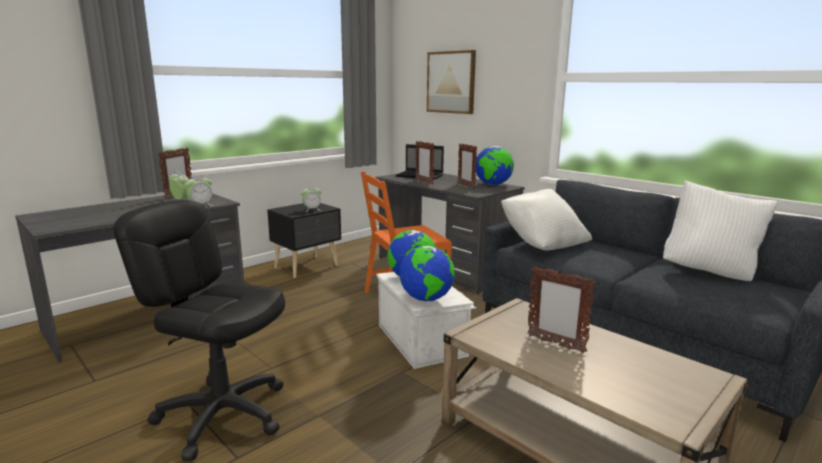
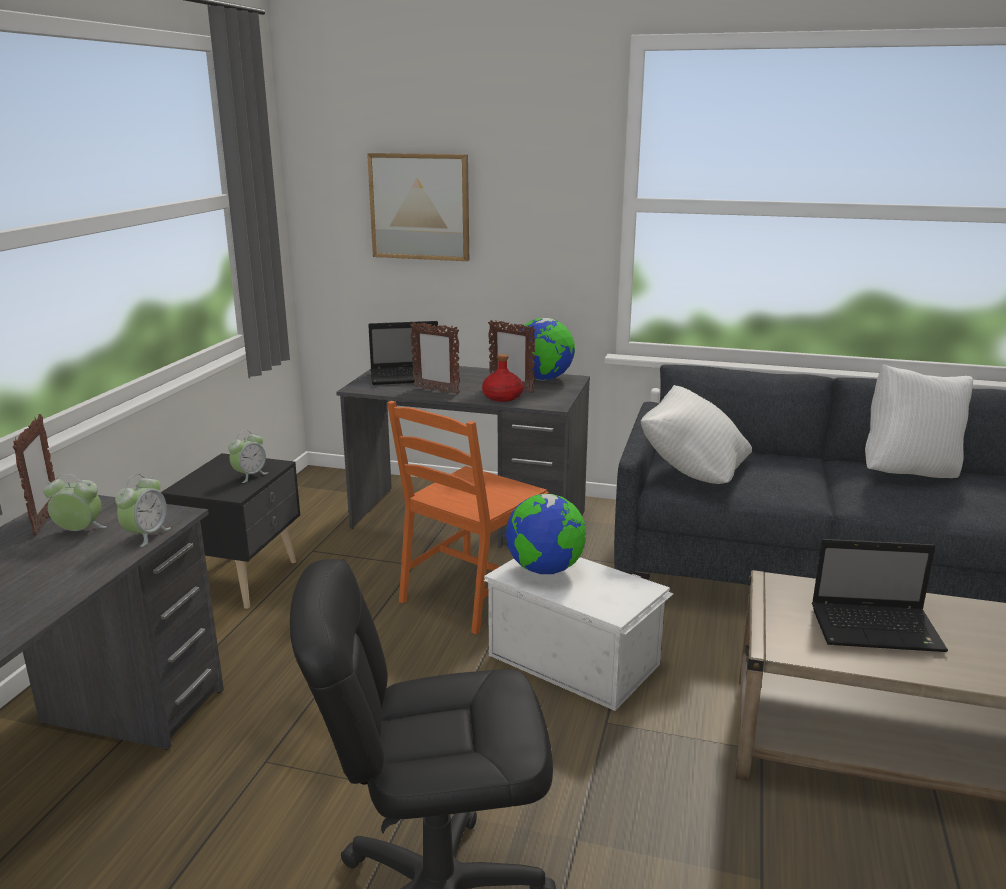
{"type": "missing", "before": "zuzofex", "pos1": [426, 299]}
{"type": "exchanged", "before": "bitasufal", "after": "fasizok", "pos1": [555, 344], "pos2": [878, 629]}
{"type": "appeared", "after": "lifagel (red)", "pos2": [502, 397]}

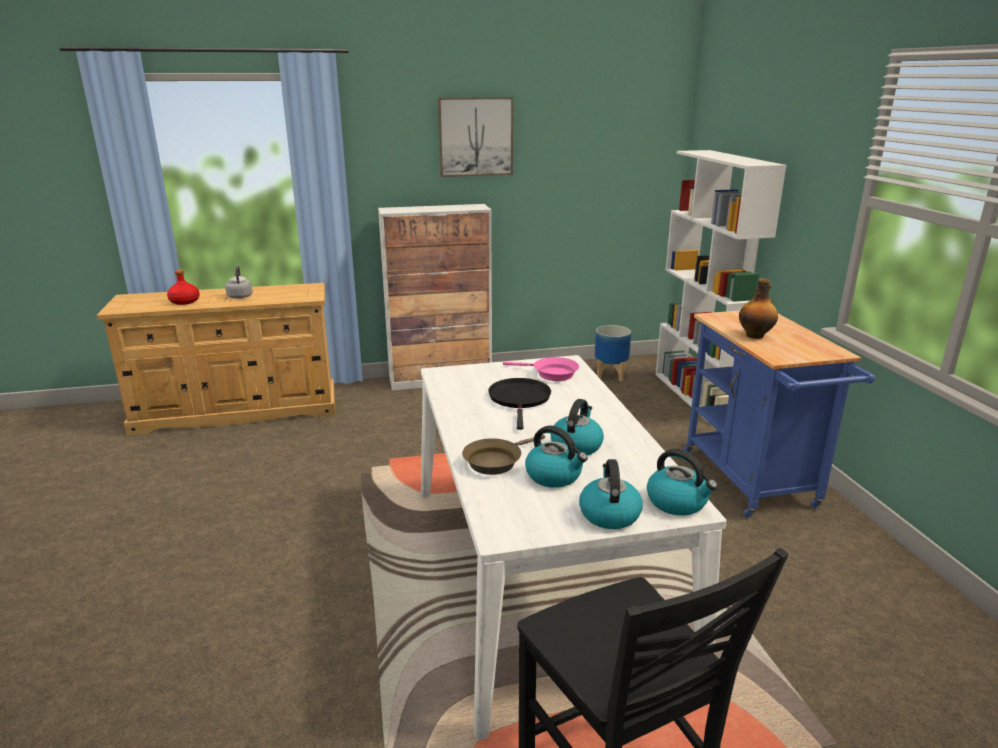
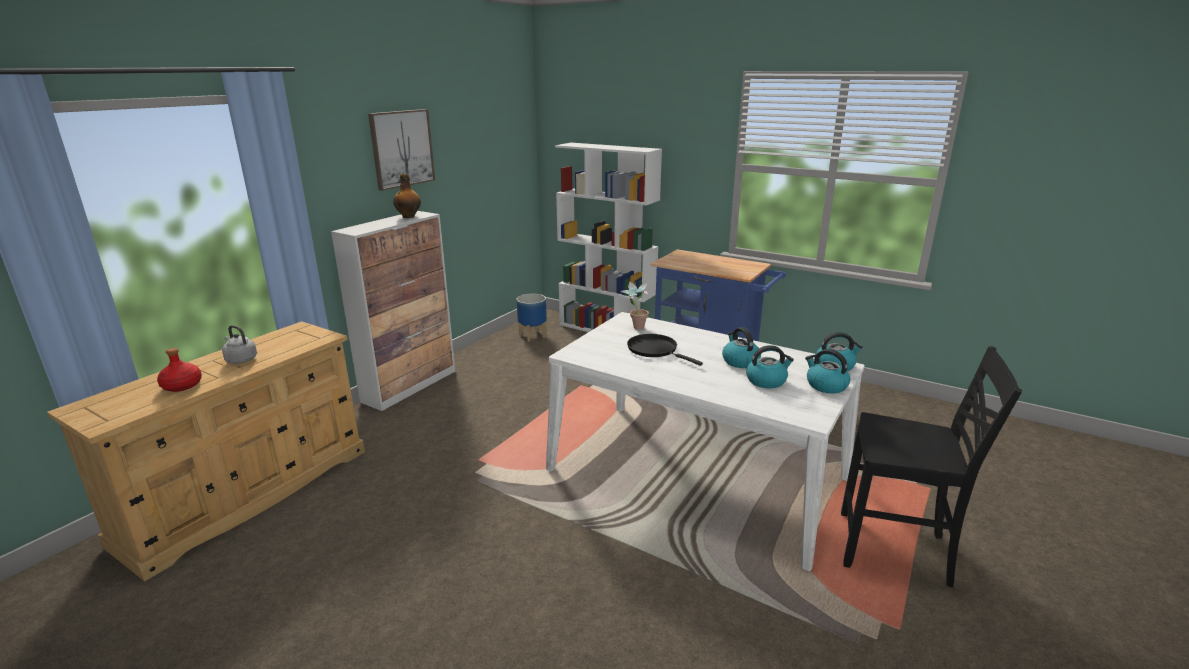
{"type": "missing", "before": "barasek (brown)", "pos1": [496, 461]}
{"type": "exchanged", "before": "barasek (pink)", "after": "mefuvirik", "pos1": [551, 374], "pos2": [635, 328]}
{"type": "relocated", "before": "lifagel", "pos1": [755, 336], "pos2": [409, 216]}

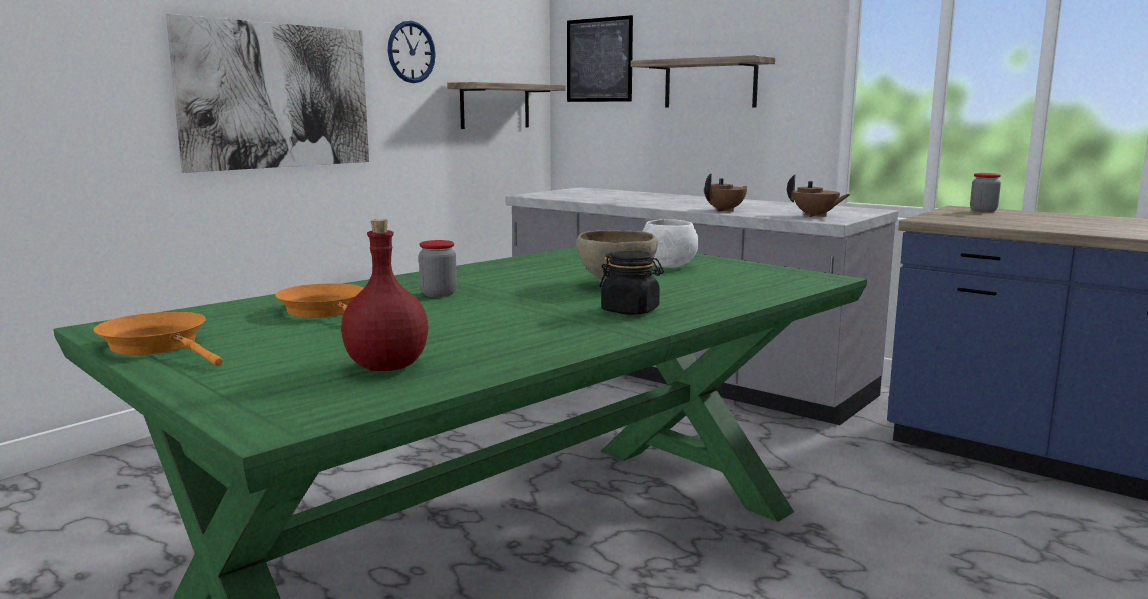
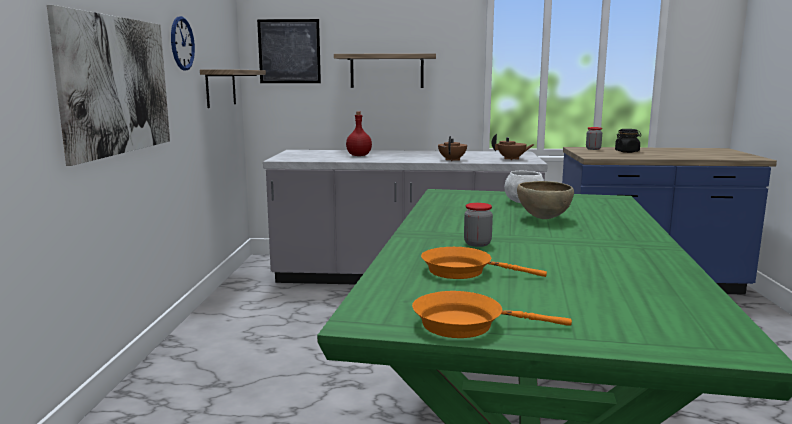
{"type": "relocated", "before": "lifagel (red)", "pos1": [385, 367], "pos2": [358, 156]}
{"type": "relocated", "before": "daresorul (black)", "pos1": [630, 311], "pos2": [627, 151]}

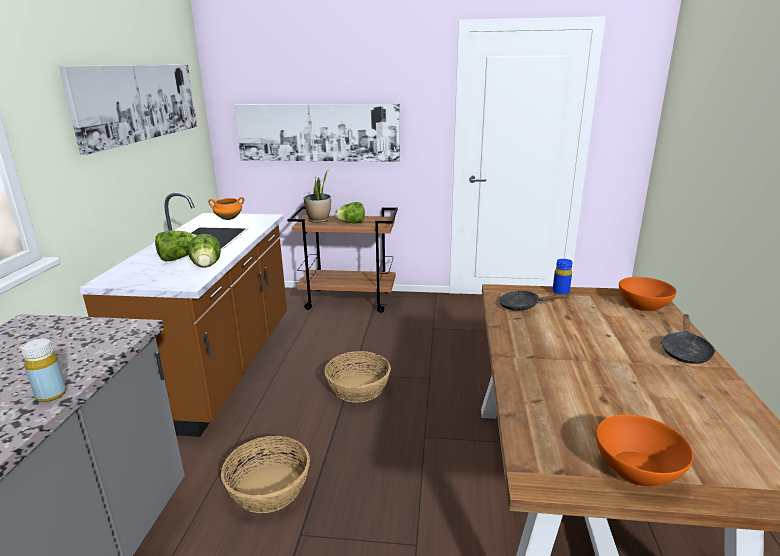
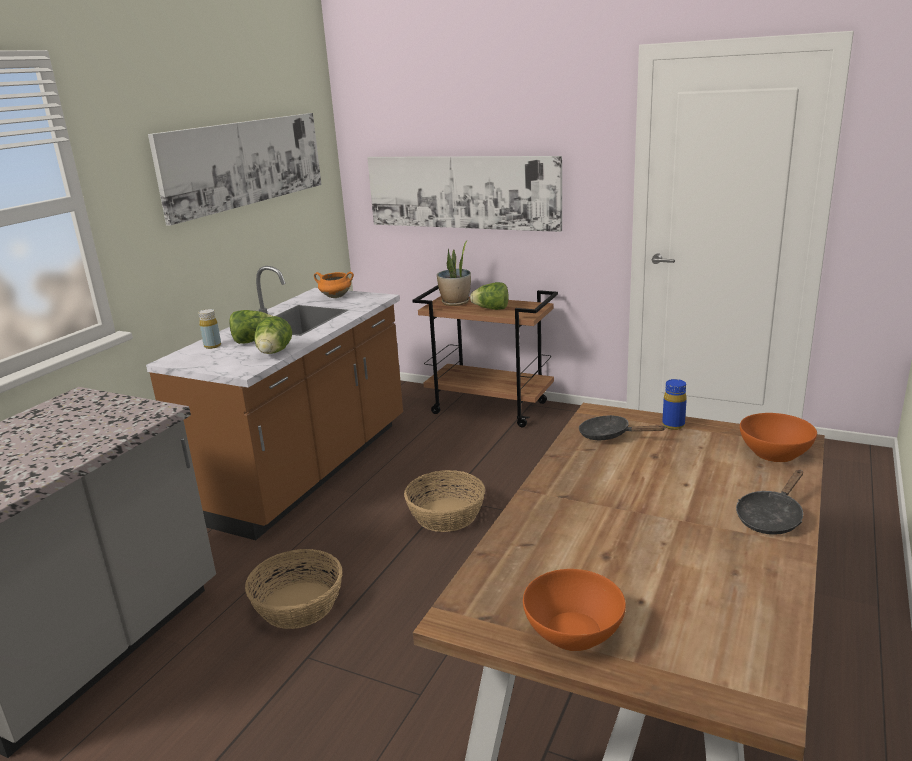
{"type": "relocated", "before": "lifagel (yellow)", "pos1": [51, 395], "pos2": [212, 346]}

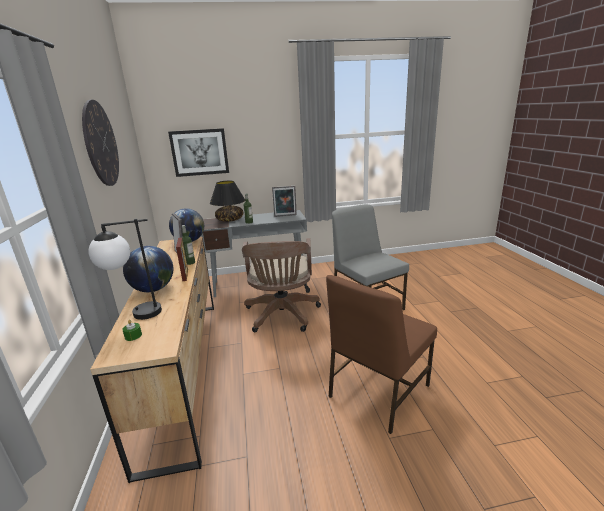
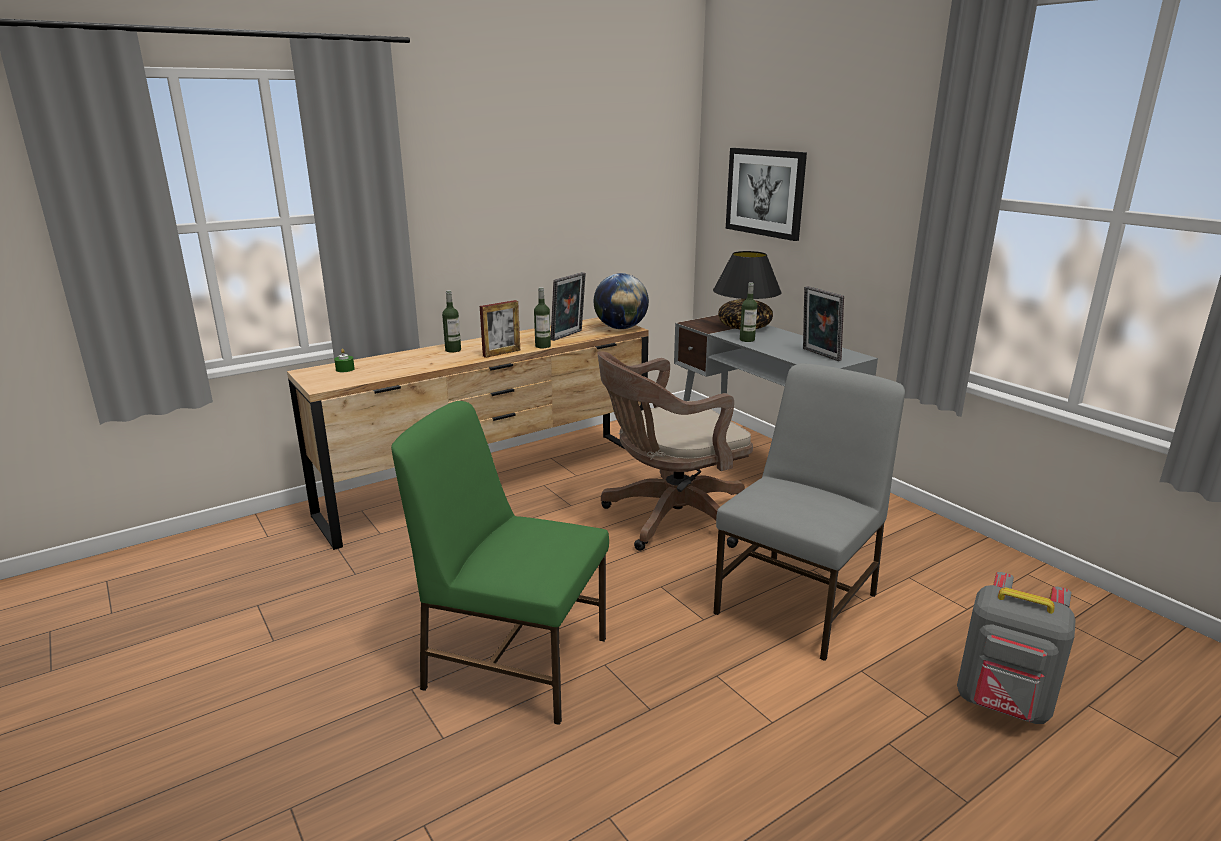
{"type": "missing", "before": "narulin", "pos1": [101, 144]}
{"type": "missing", "before": "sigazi", "pos1": [135, 314]}
{"type": "exchanged", "before": "zuzofex", "after": "lifagel", "pos1": [153, 289], "pos2": [453, 350]}
{"type": "colour", "before": "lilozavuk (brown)", "after": "lilozavuk (green)", "pos1": [377, 391], "pos2": [514, 661]}
{"type": "appeared", "after": "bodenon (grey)", "pos2": [1002, 705]}

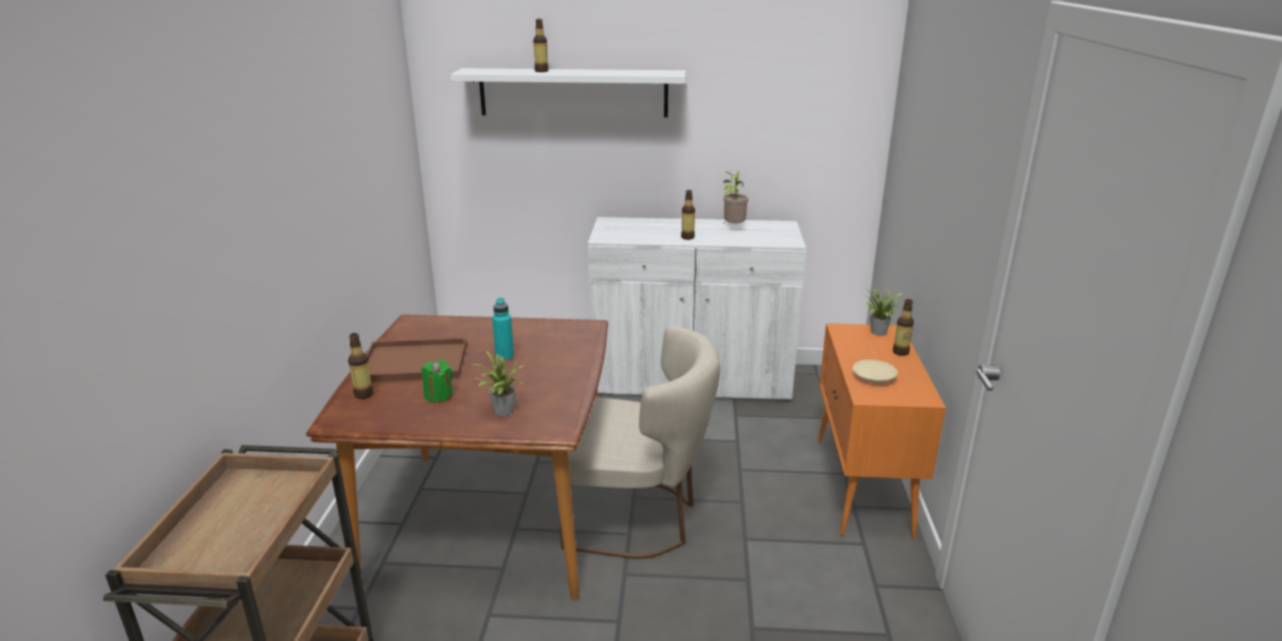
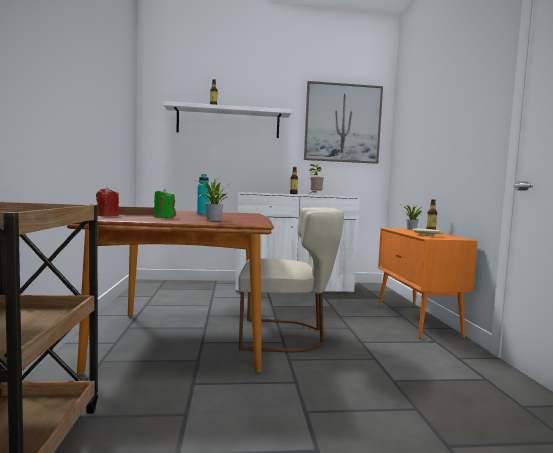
{"type": "exchanged", "before": "lifagel", "after": "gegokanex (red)", "pos1": [363, 394], "pos2": [108, 215]}
{"type": "appeared", "after": "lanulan", "pos2": [342, 123]}

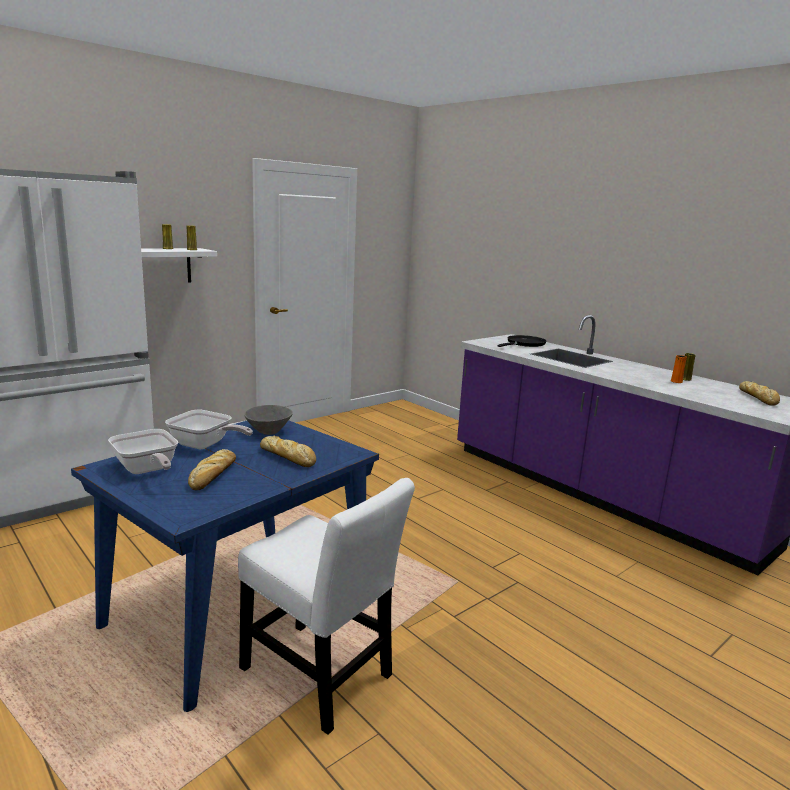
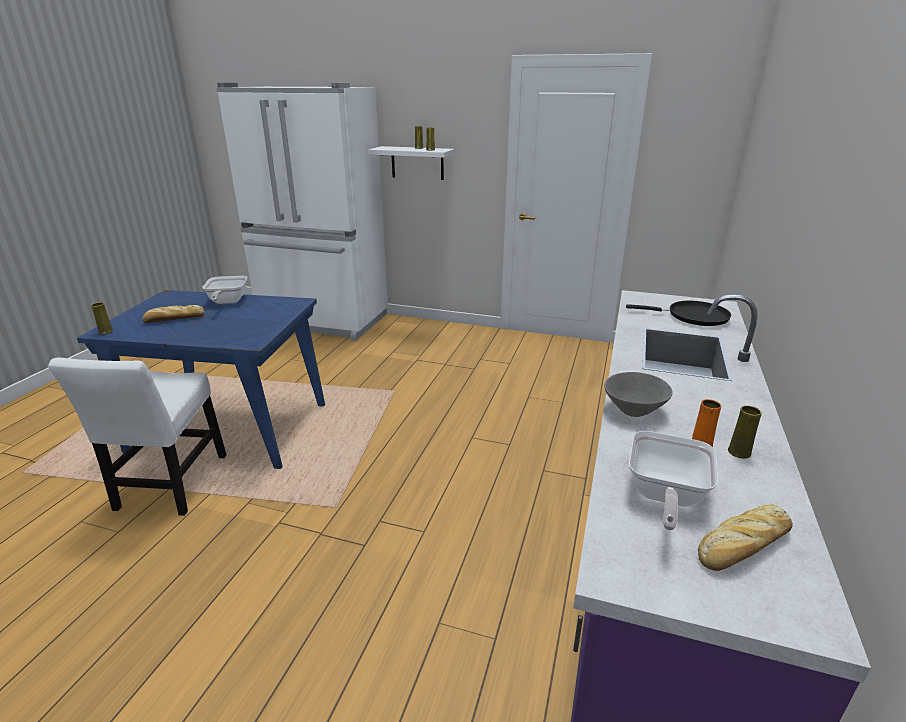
{"type": "relocated", "before": "barasek", "pos1": [147, 470], "pos2": [664, 497]}
{"type": "relocated", "before": "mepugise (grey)", "pos1": [268, 431], "pos2": [633, 410]}
{"type": "missing", "before": "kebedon", "pos1": [288, 457]}
{"type": "appeared", "after": "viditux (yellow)", "pos2": [106, 332]}

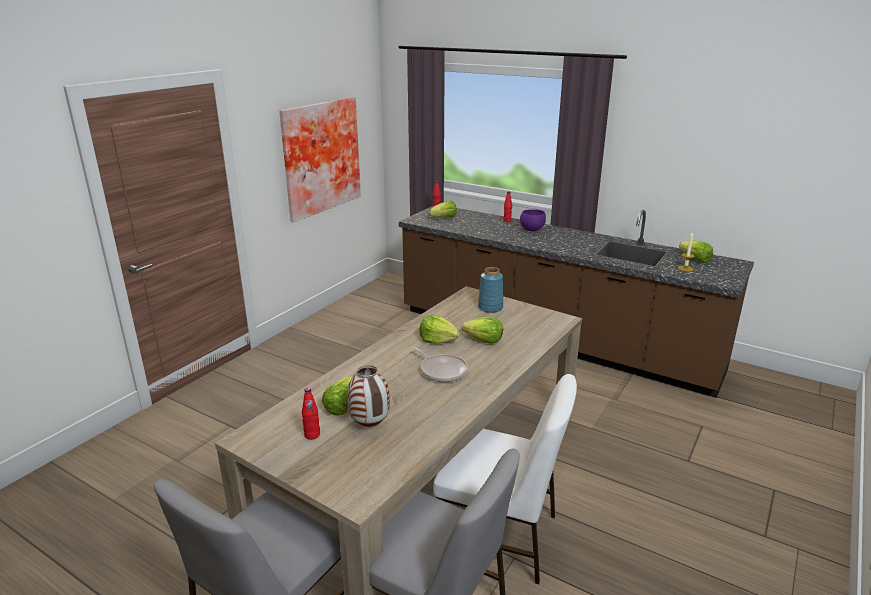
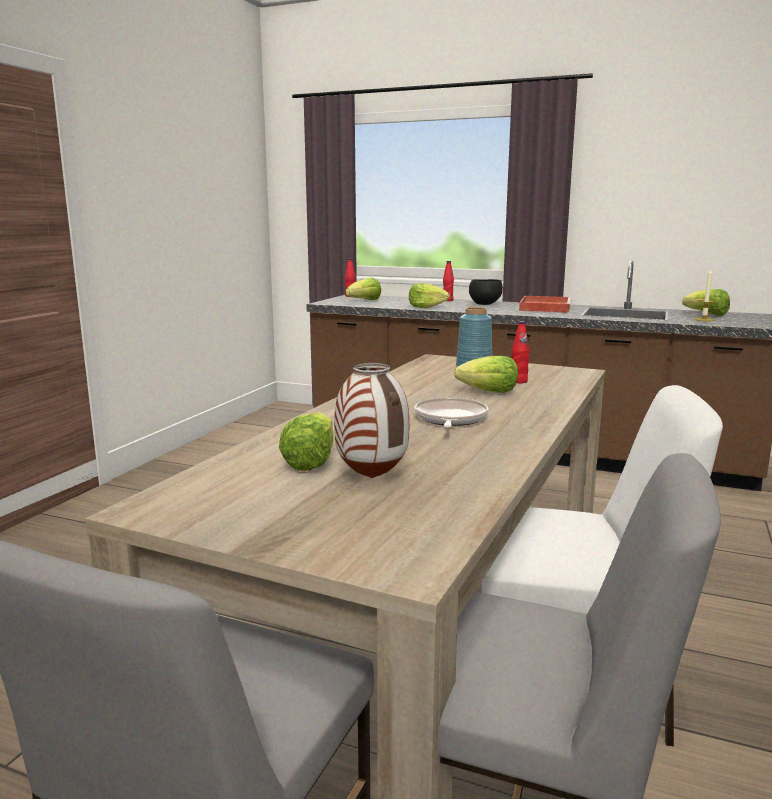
{"type": "missing", "before": "lanulan", "pos1": [319, 157]}
{"type": "relocated", "before": "lifagel (red)", "pos1": [312, 435], "pos2": [518, 381]}
{"type": "spun", "before": "barasek", "pos1": [442, 370], "pos2": [450, 419], "turn": -120}
{"type": "relocated", "before": "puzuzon", "pos1": [438, 340], "pos2": [426, 307]}
{"type": "colour", "before": "mepugise (purple)", "after": "mepugise (black)", "pos1": [531, 229], "pos2": [484, 304]}
{"type": "appeared", "after": "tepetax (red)", "pos2": [544, 307]}

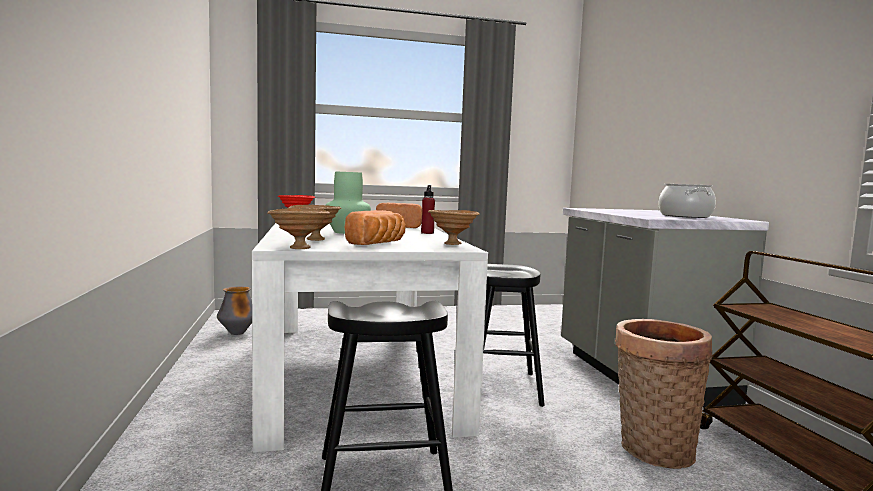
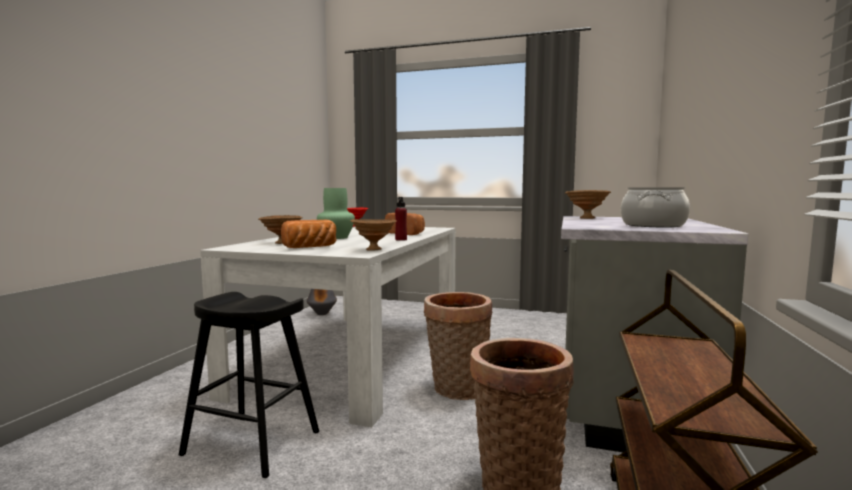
{"type": "relocated", "before": "mepugise (brown)", "pos1": [298, 248], "pos2": [586, 218]}
{"type": "exchanged", "before": "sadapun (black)", "after": "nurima", "pos1": [503, 387], "pos2": [457, 390]}

